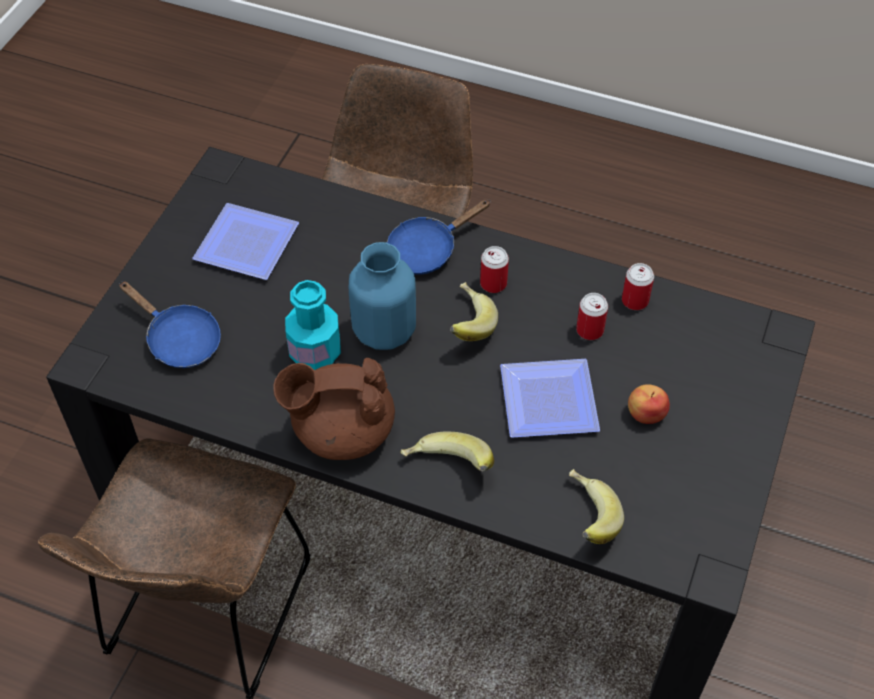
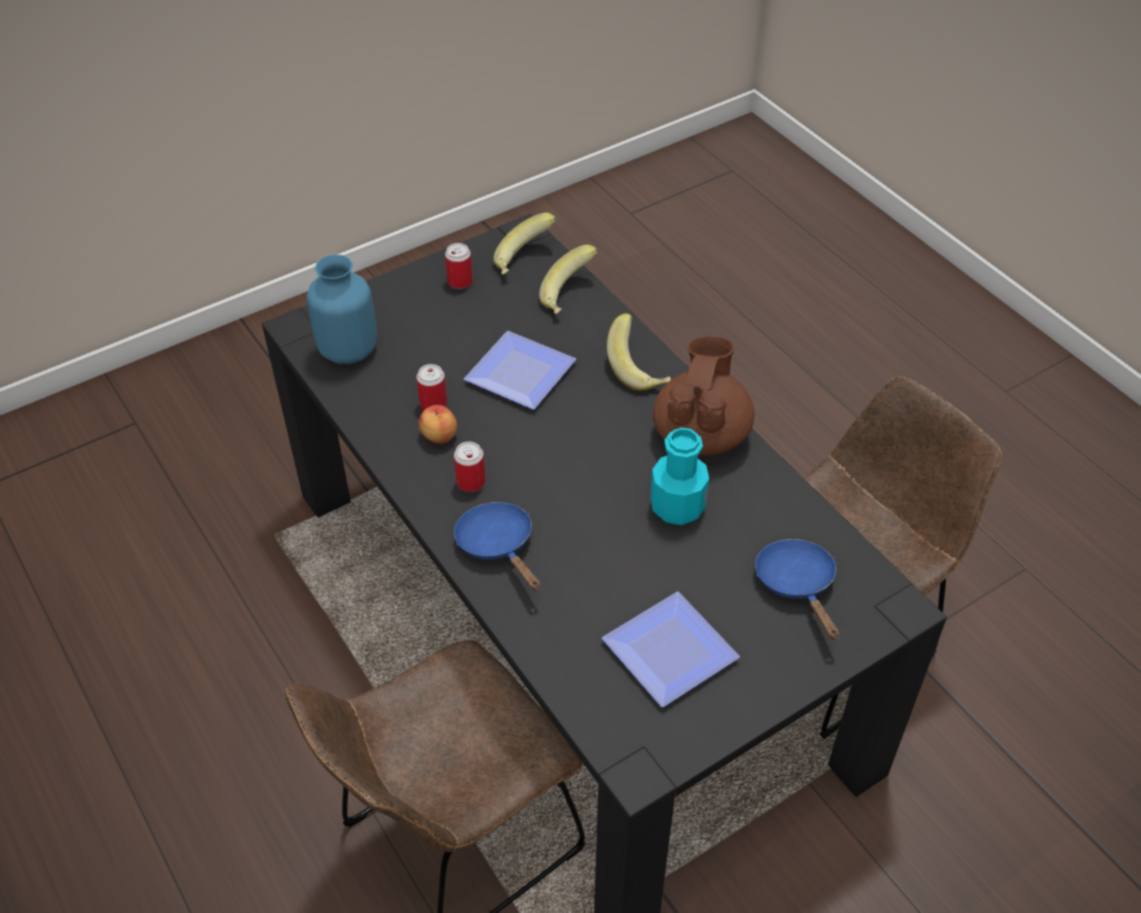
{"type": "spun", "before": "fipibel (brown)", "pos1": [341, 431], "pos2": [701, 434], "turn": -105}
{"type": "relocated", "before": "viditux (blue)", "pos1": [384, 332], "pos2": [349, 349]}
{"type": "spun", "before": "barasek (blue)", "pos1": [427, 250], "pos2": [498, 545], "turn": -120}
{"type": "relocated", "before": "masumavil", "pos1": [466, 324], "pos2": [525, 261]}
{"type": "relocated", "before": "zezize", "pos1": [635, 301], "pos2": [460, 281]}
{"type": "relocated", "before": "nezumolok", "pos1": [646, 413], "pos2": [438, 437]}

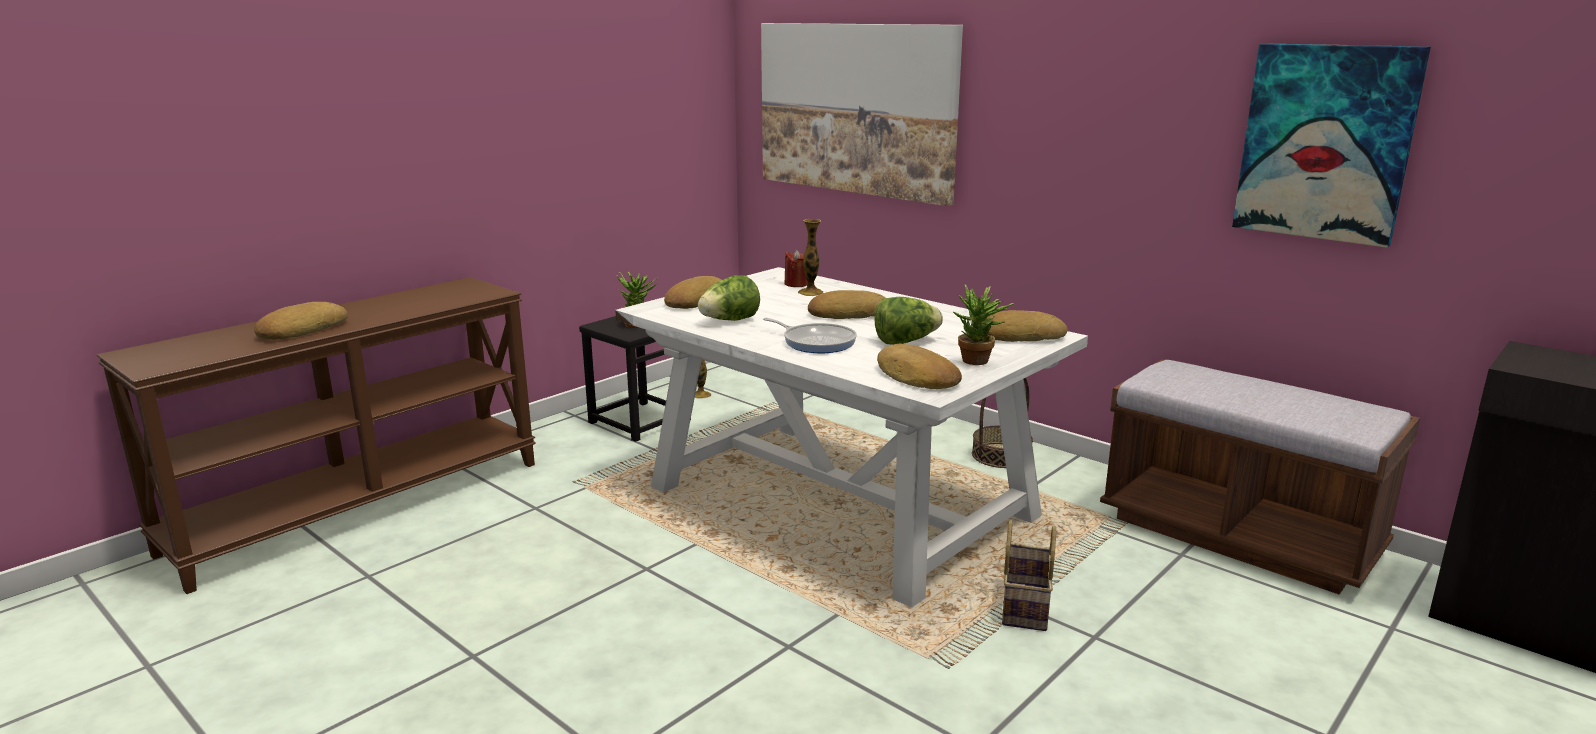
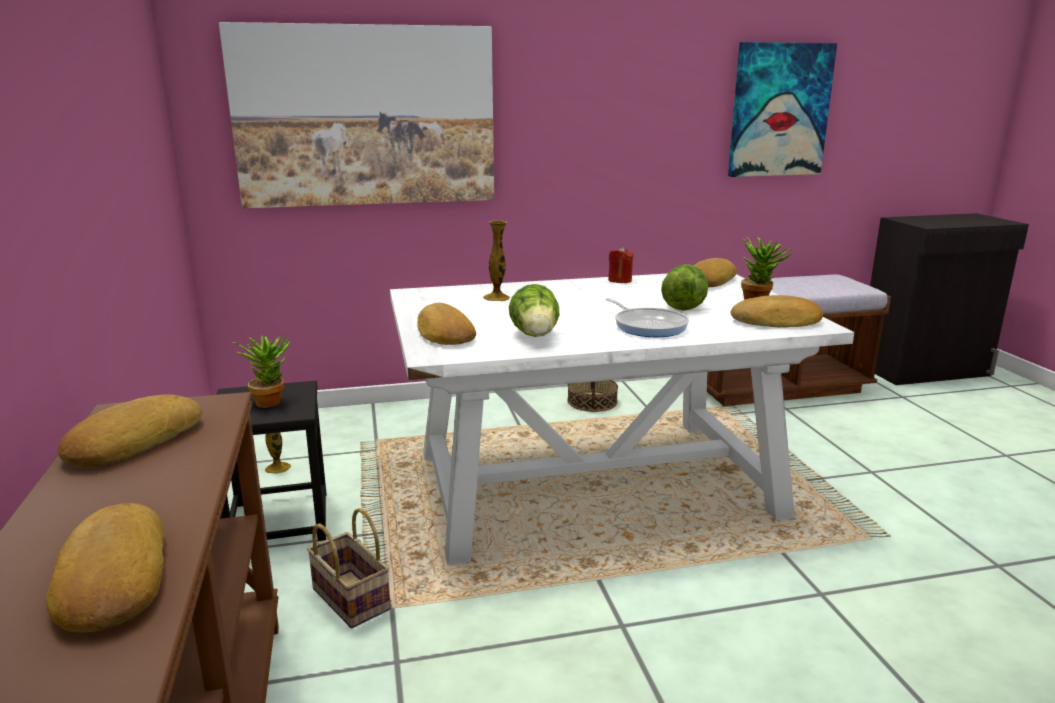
{"type": "spun", "before": "barasek", "pos1": [816, 342], "pos2": [648, 326], "turn": 75}
{"type": "relocated", "before": "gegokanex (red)", "pos1": [796, 284], "pos2": [620, 280]}
{"type": "relocated", "before": "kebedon", "pos1": [848, 314], "pos2": [133, 441]}
{"type": "relocated", "before": "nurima", "pos1": [1023, 605], "pos2": [348, 599]}

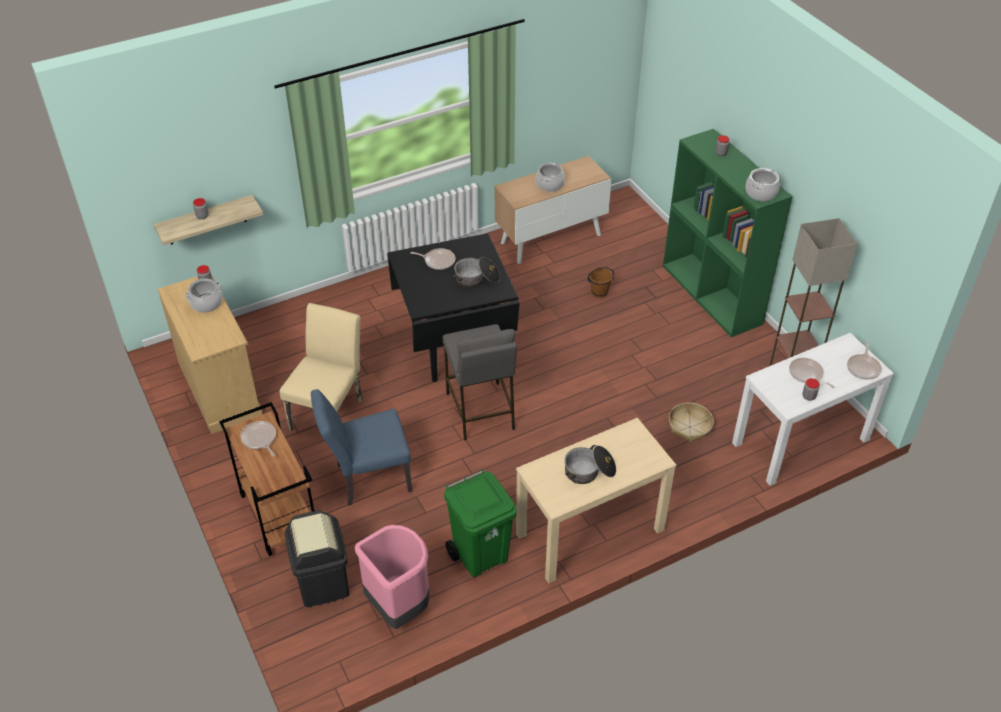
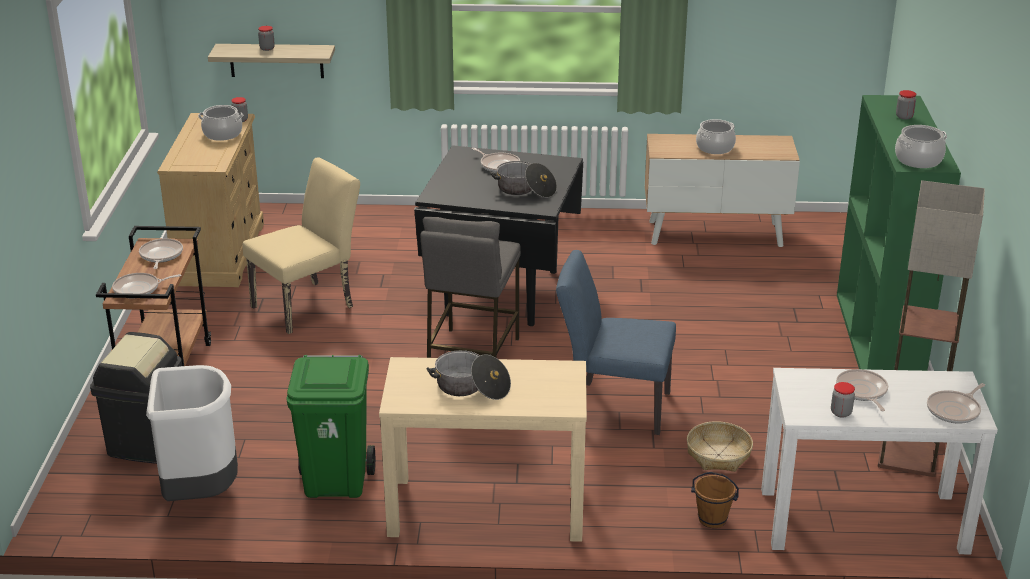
{"type": "relocated", "before": "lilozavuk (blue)", "pos1": [367, 479], "pos2": [612, 406]}
{"type": "colour", "before": "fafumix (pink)", "after": "fafumix (white)", "pos1": [399, 607], "pos2": [200, 493]}
{"type": "relocated", "before": "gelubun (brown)", "pos1": [599, 293], "pos2": [712, 520]}
{"type": "appeared", "after": "barasek", "pos2": [139, 289]}

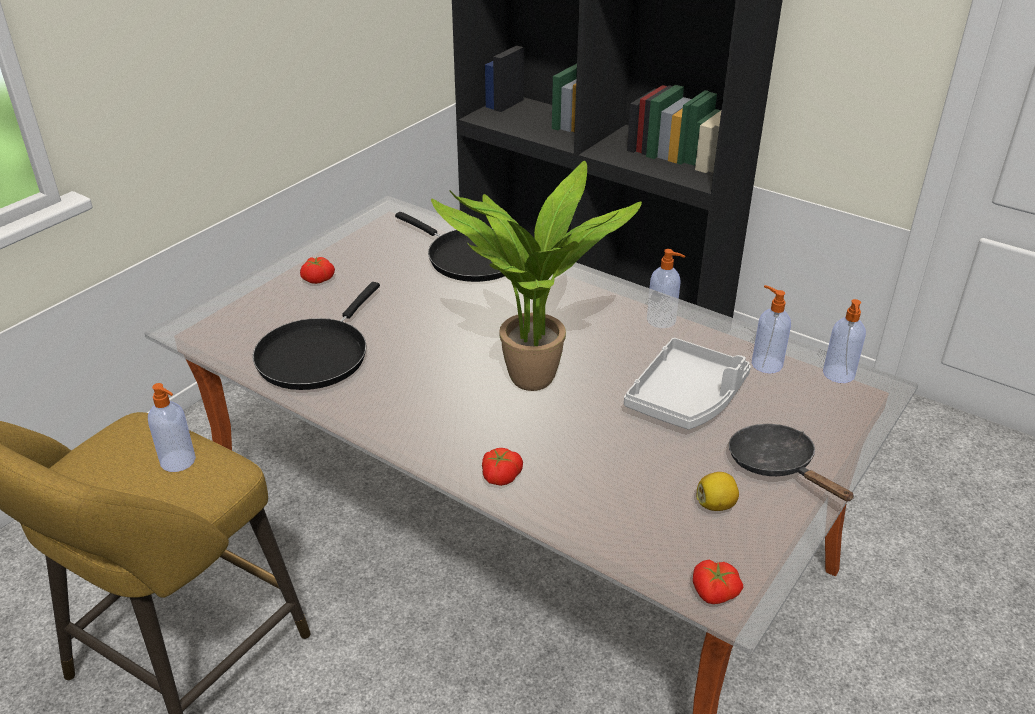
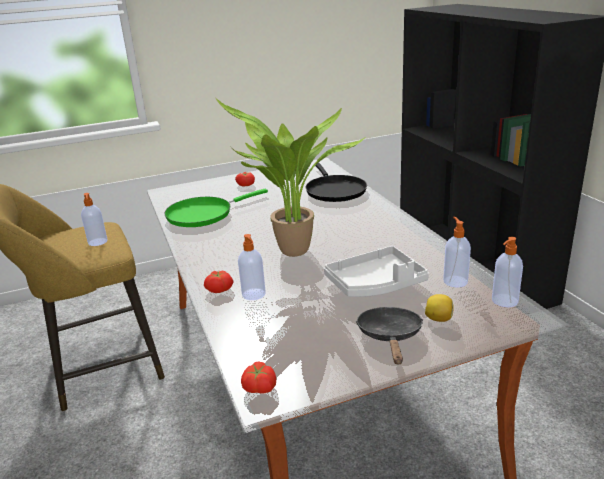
{"type": "colour", "before": "barasek (black)", "after": "barasek (green)", "pos1": [316, 355], "pos2": [204, 214]}
{"type": "relocated", "before": "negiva", "pos1": [662, 321], "pos2": [254, 294]}
{"type": "relocated", "before": "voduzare", "pos1": [716, 504], "pos2": [439, 319]}

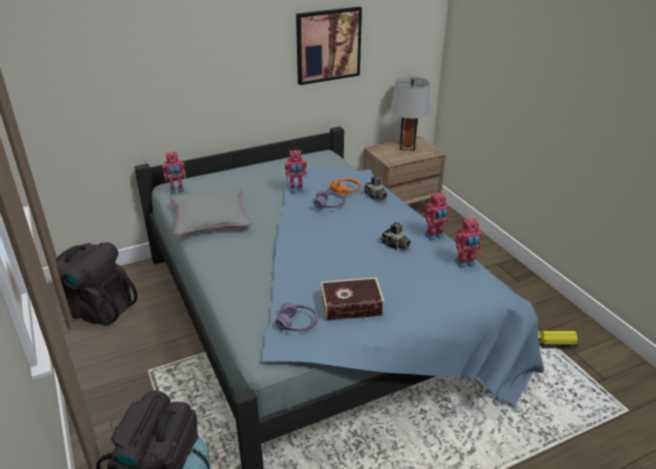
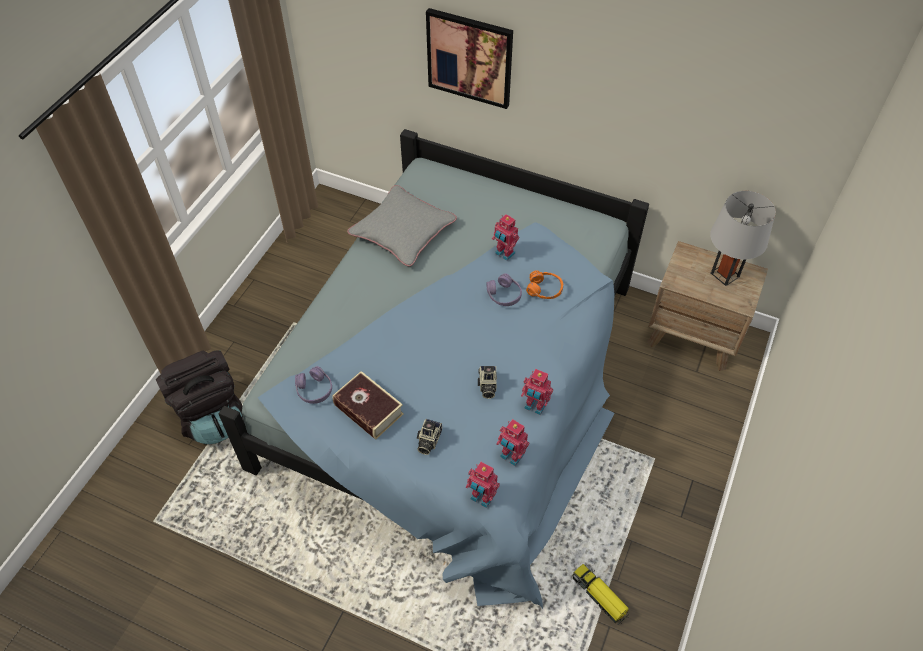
{"type": "missing", "before": "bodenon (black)", "pos1": [98, 308]}
{"type": "relocated", "before": "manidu", "pos1": [177, 191], "pos2": [481, 498]}
{"type": "relocated", "before": "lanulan", "pos1": [328, 45], "pos2": [470, 58]}
{"type": "relocated", "before": "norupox", "pos1": [375, 197], "pos2": [428, 441]}

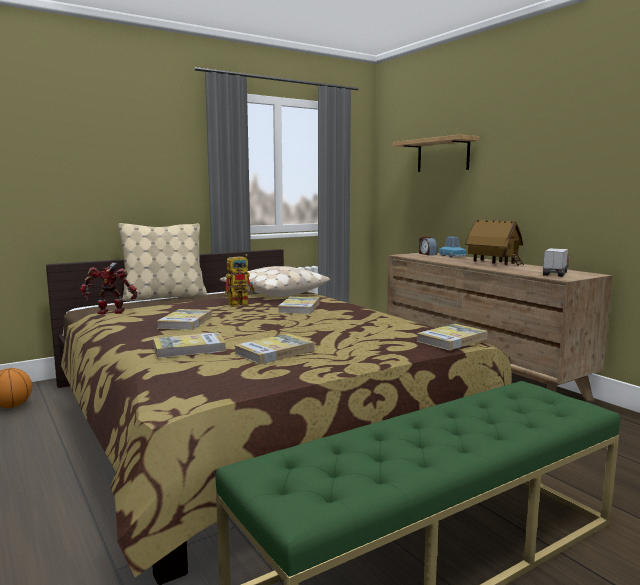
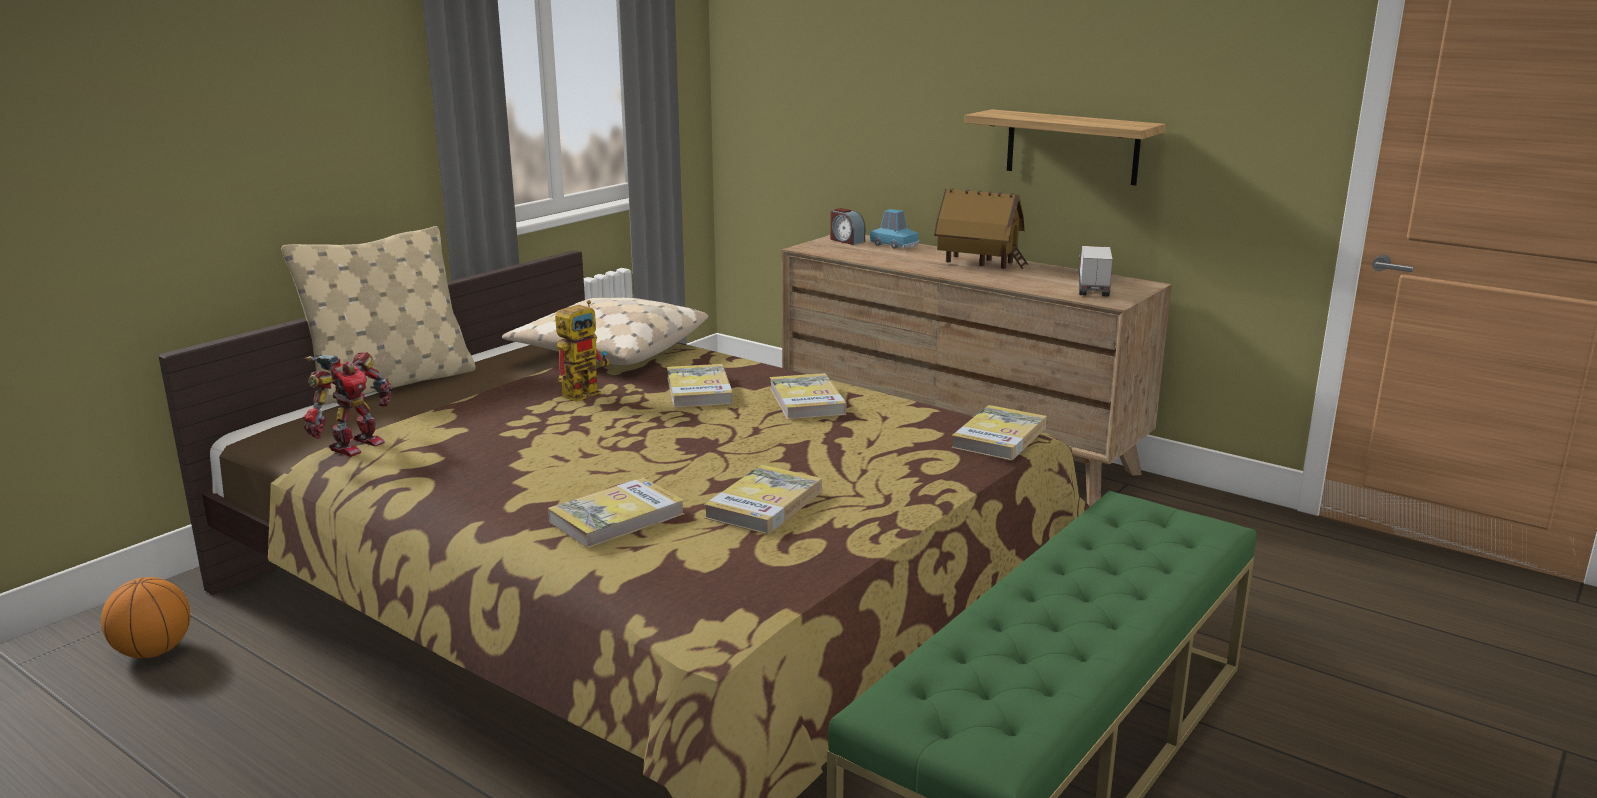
{"type": "spun", "before": "manidu", "pos1": [111, 312], "pos2": [354, 445], "turn": 150}
{"type": "relocated", "before": "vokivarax", "pos1": [185, 322], "pos2": [807, 401]}
{"type": "relocated", "before": "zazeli", "pos1": [443, 155], "pos2": [1072, 147]}

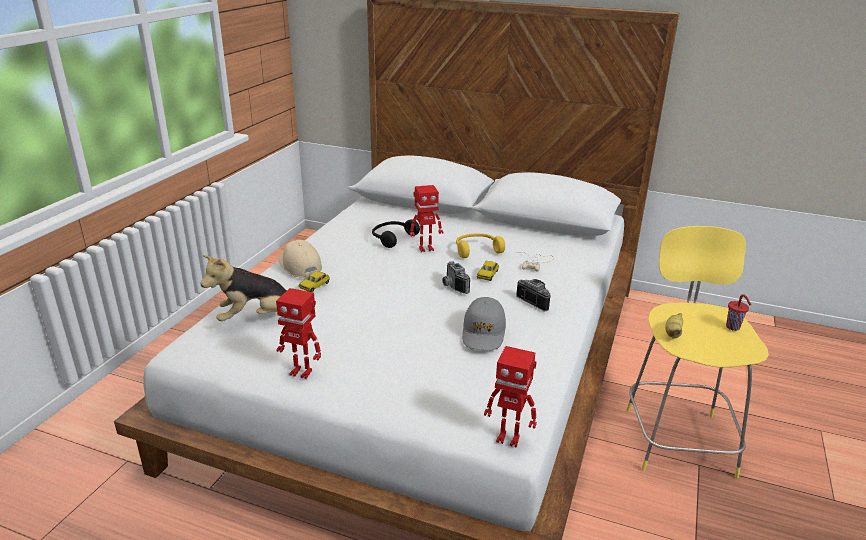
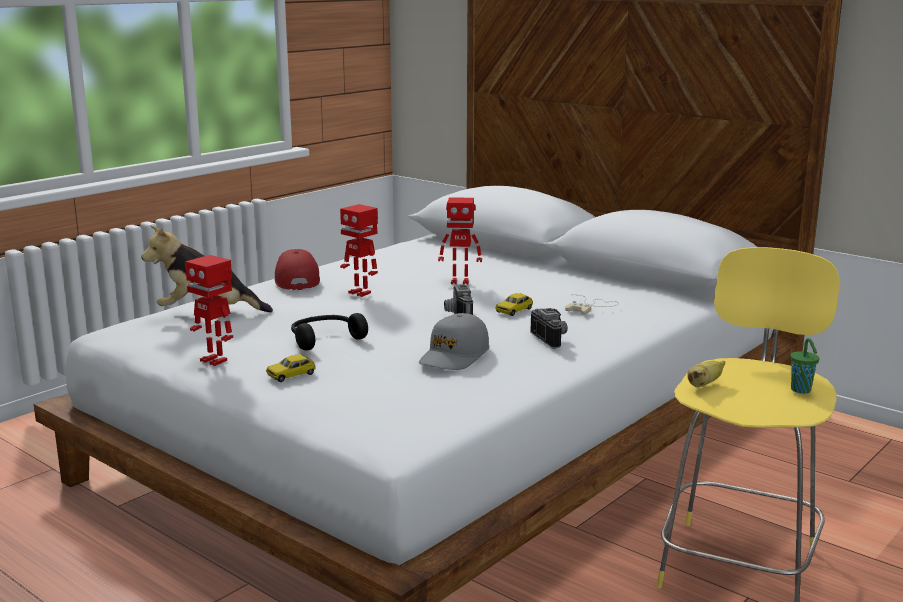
{"type": "colour", "before": "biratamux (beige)", "after": "biratamux (red)", "pos1": [299, 265], "pos2": [296, 280]}
{"type": "relocated", "before": "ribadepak", "pos1": [314, 285], "pos2": [291, 375]}
{"type": "relocated", "before": "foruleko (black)", "pos1": [392, 238], "pos2": [325, 339]}
{"type": "missing", "before": "foruleko (yellow)", "pos1": [476, 250]}
{"type": "relocated", "before": "manidu", "pos1": [508, 438], "pos2": [361, 293]}
{"type": "colour", "before": "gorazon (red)", "after": "gorazon (green)", "pos1": [733, 327], "pos2": [801, 390]}

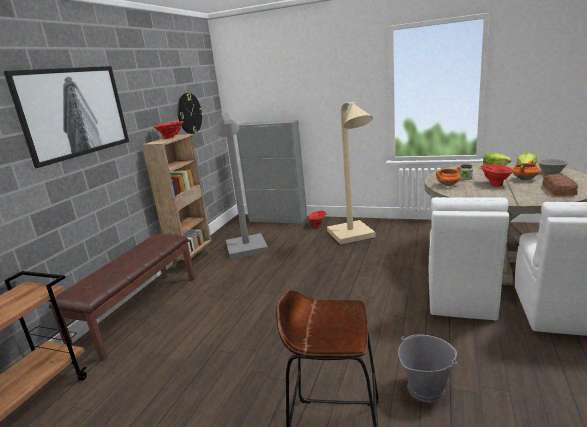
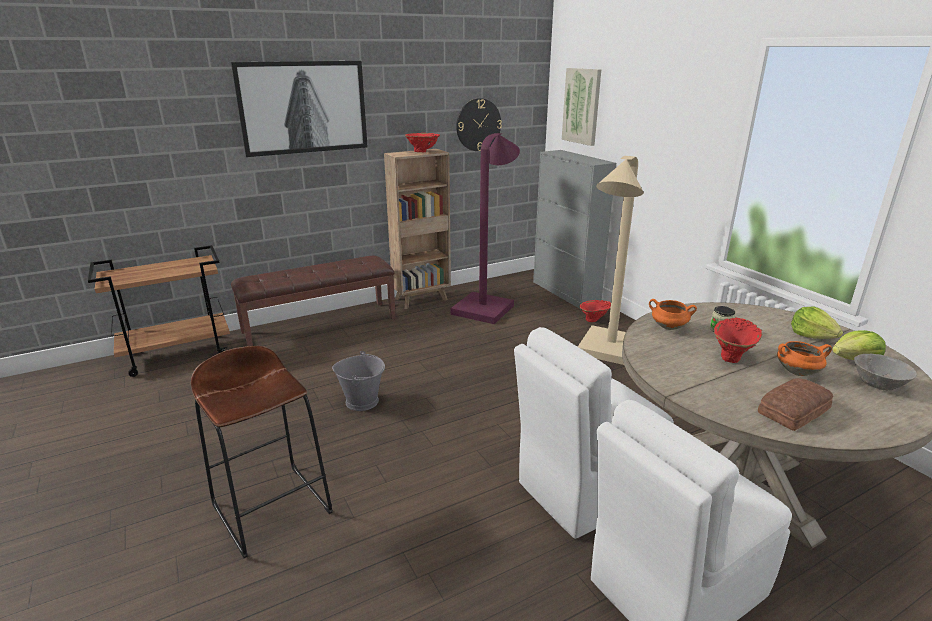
{"type": "colour", "before": "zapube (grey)", "after": "zapube (purple)", "pos1": [245, 245], "pos2": [486, 306]}
{"type": "relocated", "before": "gelubun (grey)", "pos1": [425, 388], "pos2": [362, 401]}
{"type": "appeared", "after": "lanulan", "pos2": [582, 106]}

